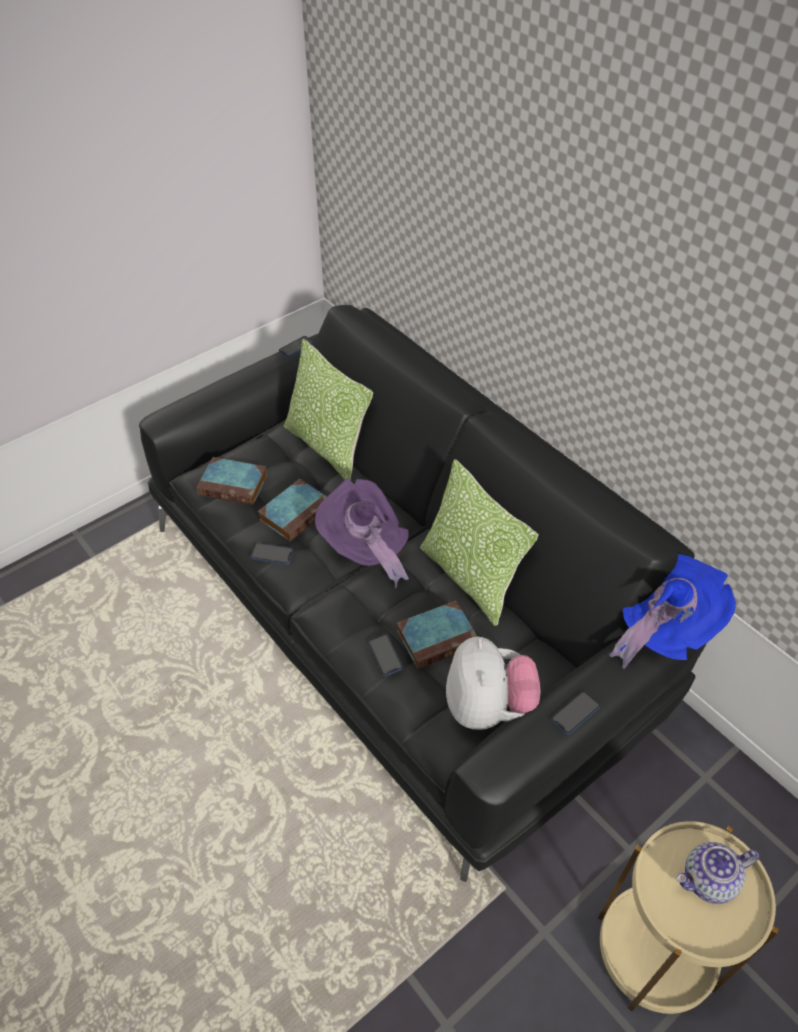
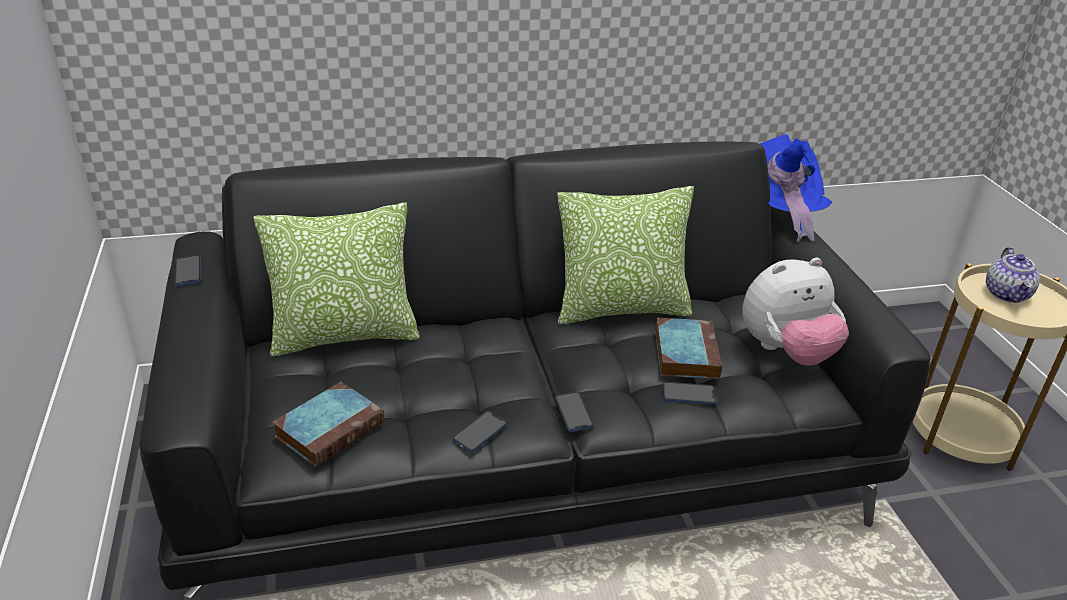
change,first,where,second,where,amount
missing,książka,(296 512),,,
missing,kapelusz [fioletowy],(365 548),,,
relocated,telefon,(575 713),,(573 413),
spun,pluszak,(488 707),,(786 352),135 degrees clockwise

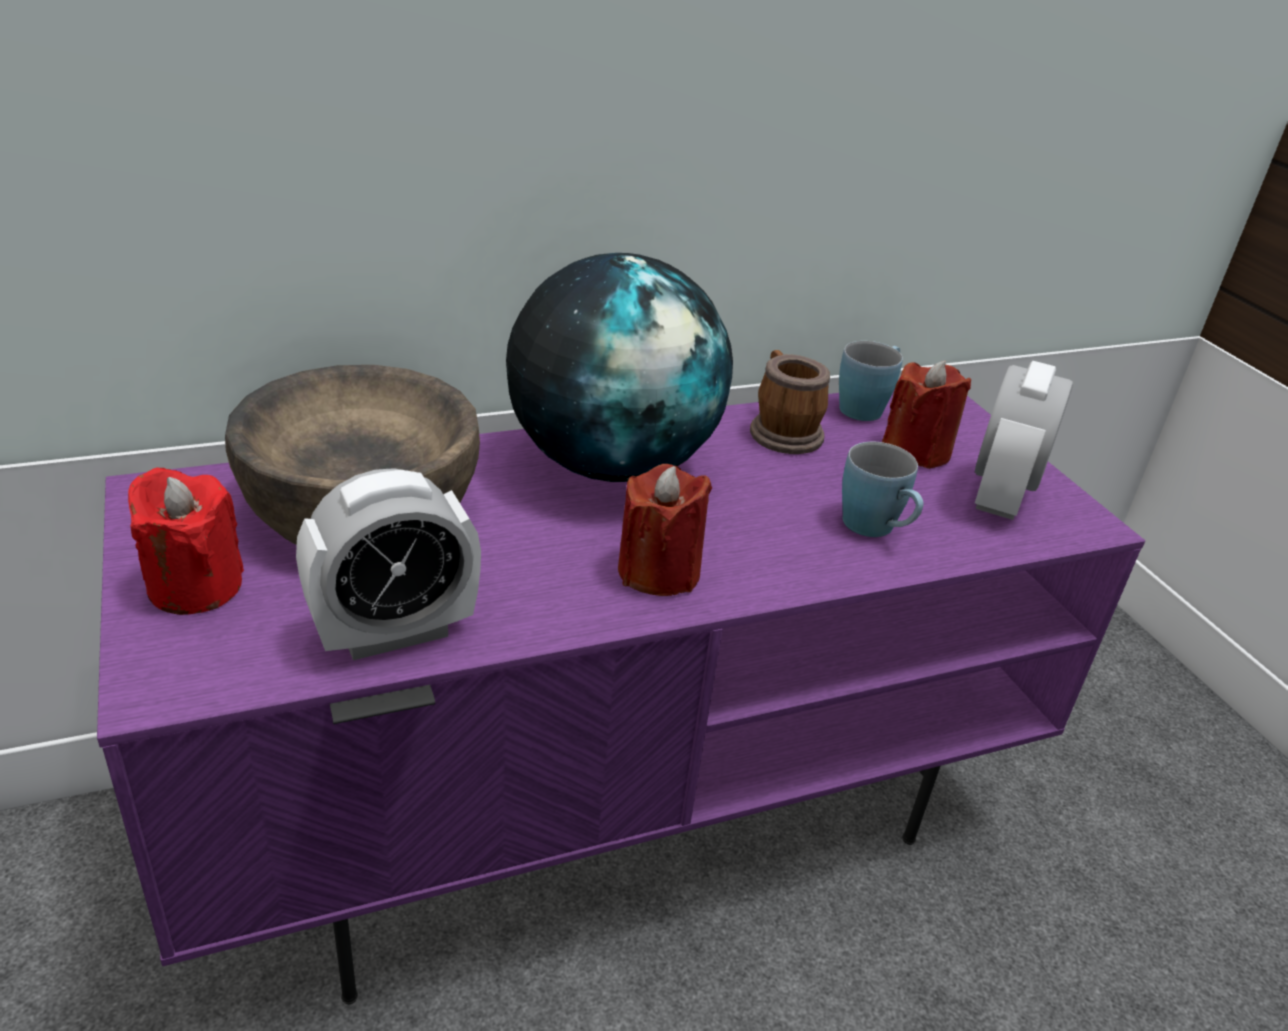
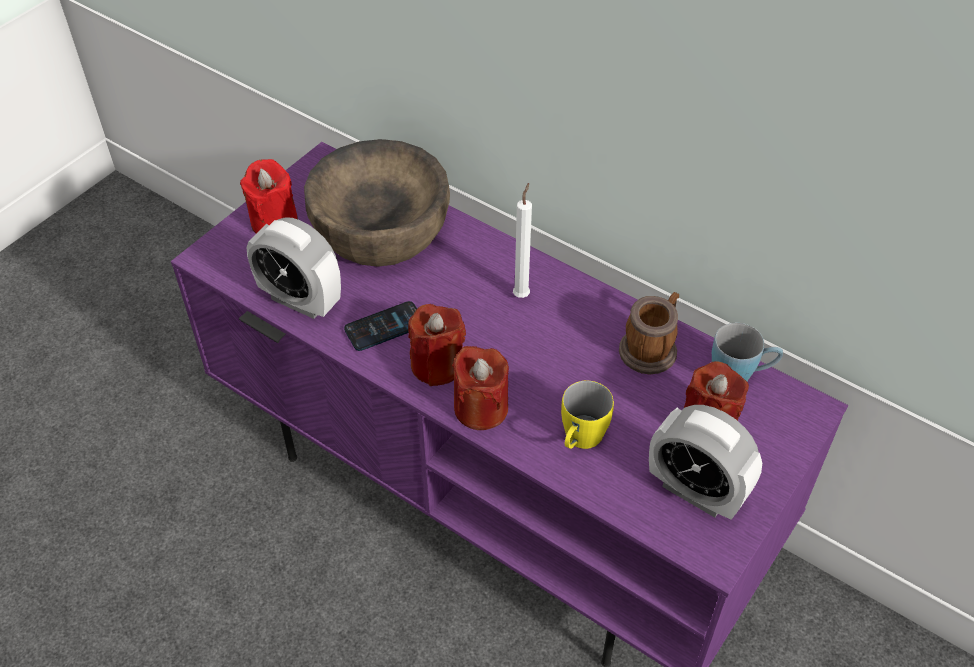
change,first,where,second,where,amount
appeared,,,telefon,(384 327),
appeared,,,świeca [czerwony],(481 408),
exchanged,globus,(612 464),świeca [biały],(522 294),
colour,kubek [niebieski],(876 529),kubek [żółty],(580 441),
spun,budzik,(1001 496),,(696 491),135 degrees counterclockwise

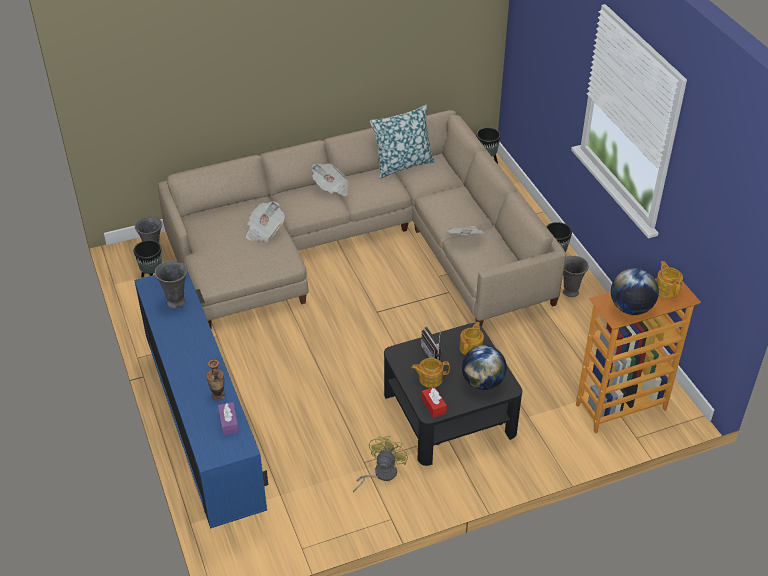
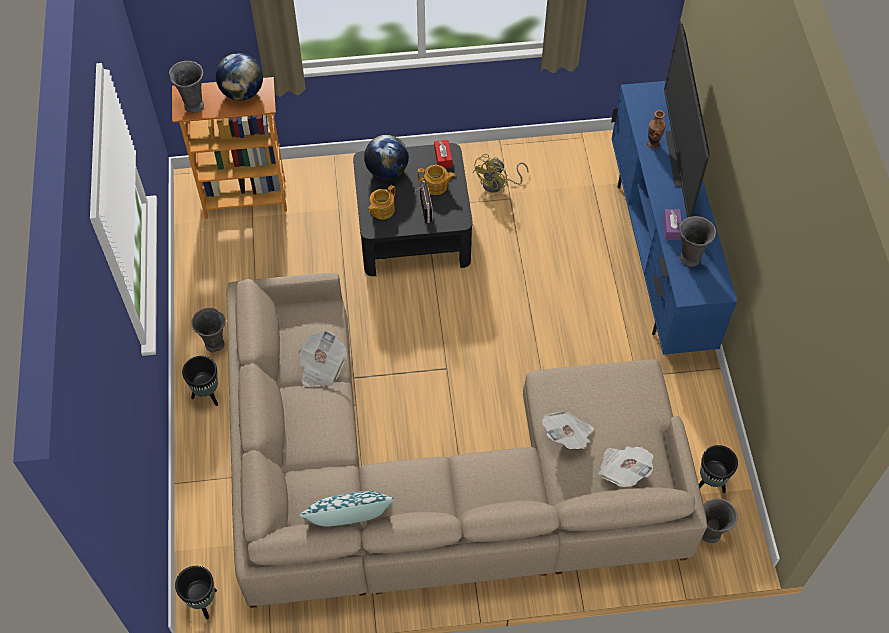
change,first,where,second,where,amount
appeared,,,telewizor,(676 159),
relocated,pudełko chusteczek [fioletowy],(228 422),,(671 228),
relocated,gazeta,(331 187),,(623 470),
exchanged,imbryk,(667 289),wazon [szary],(193 105),

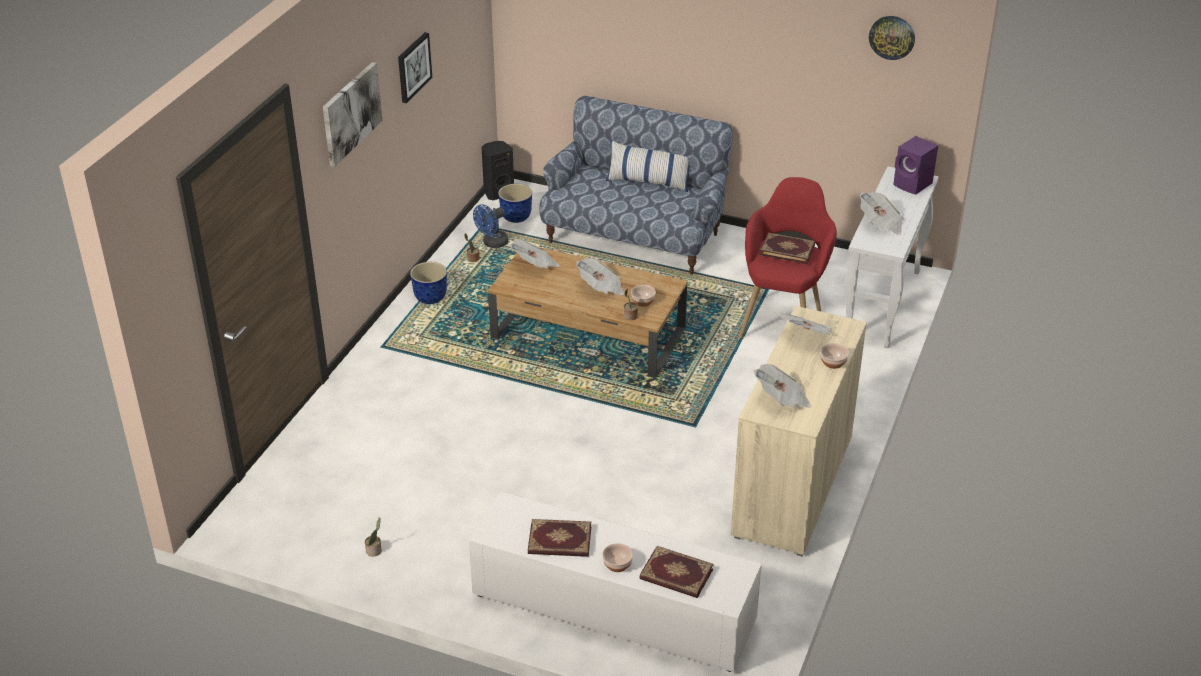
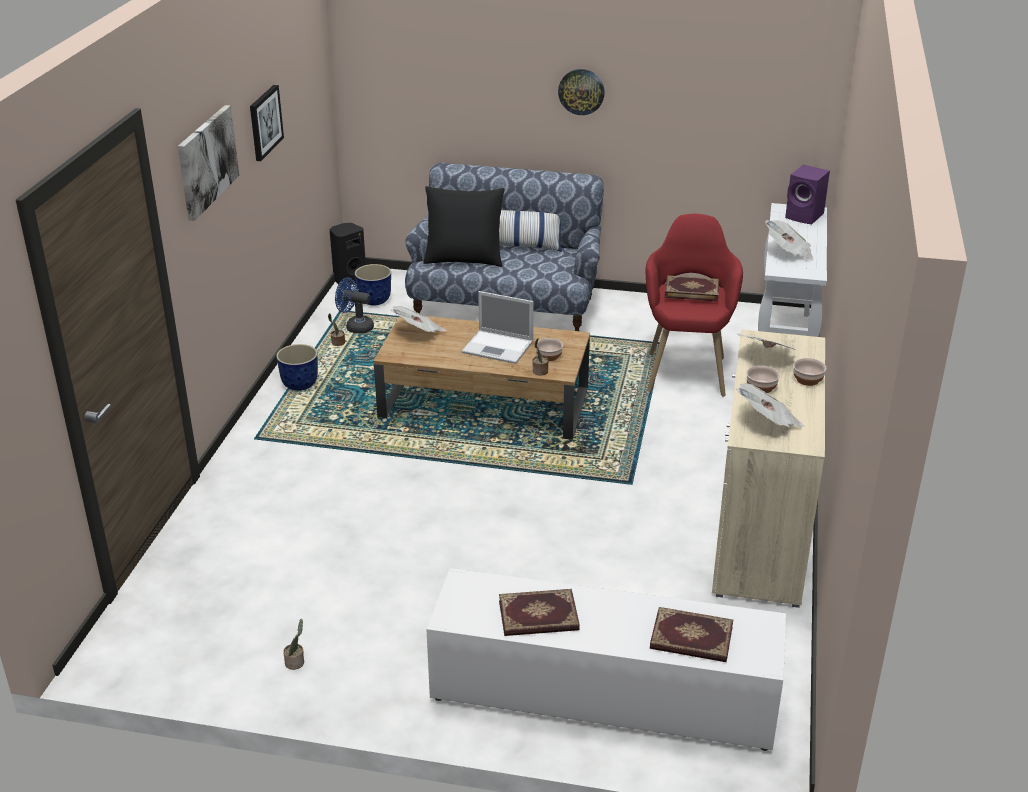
change,first,where,second,where,amount
appeared,,,poduszka [czarny],(464 259),
relocated,miska,(617 565),,(761 387),
relocated,zegar ścienny,(892 37),,(581 91),
exchanged,gazeta,(601 288),laptop,(499 347),
spun,wentylator [niebieski],(492 244),,(355 327),75 degrees clockwise

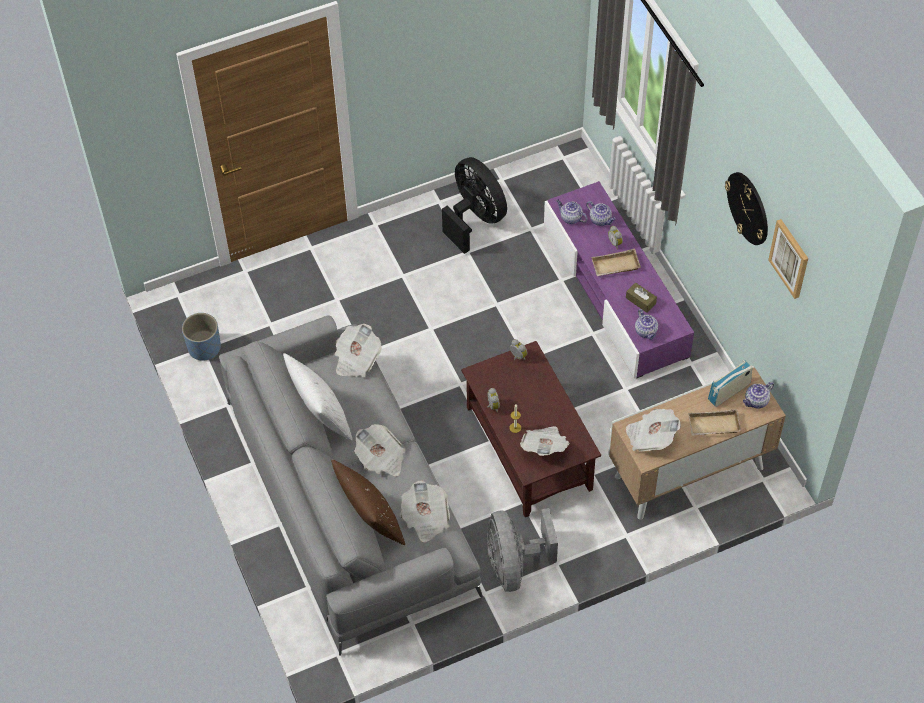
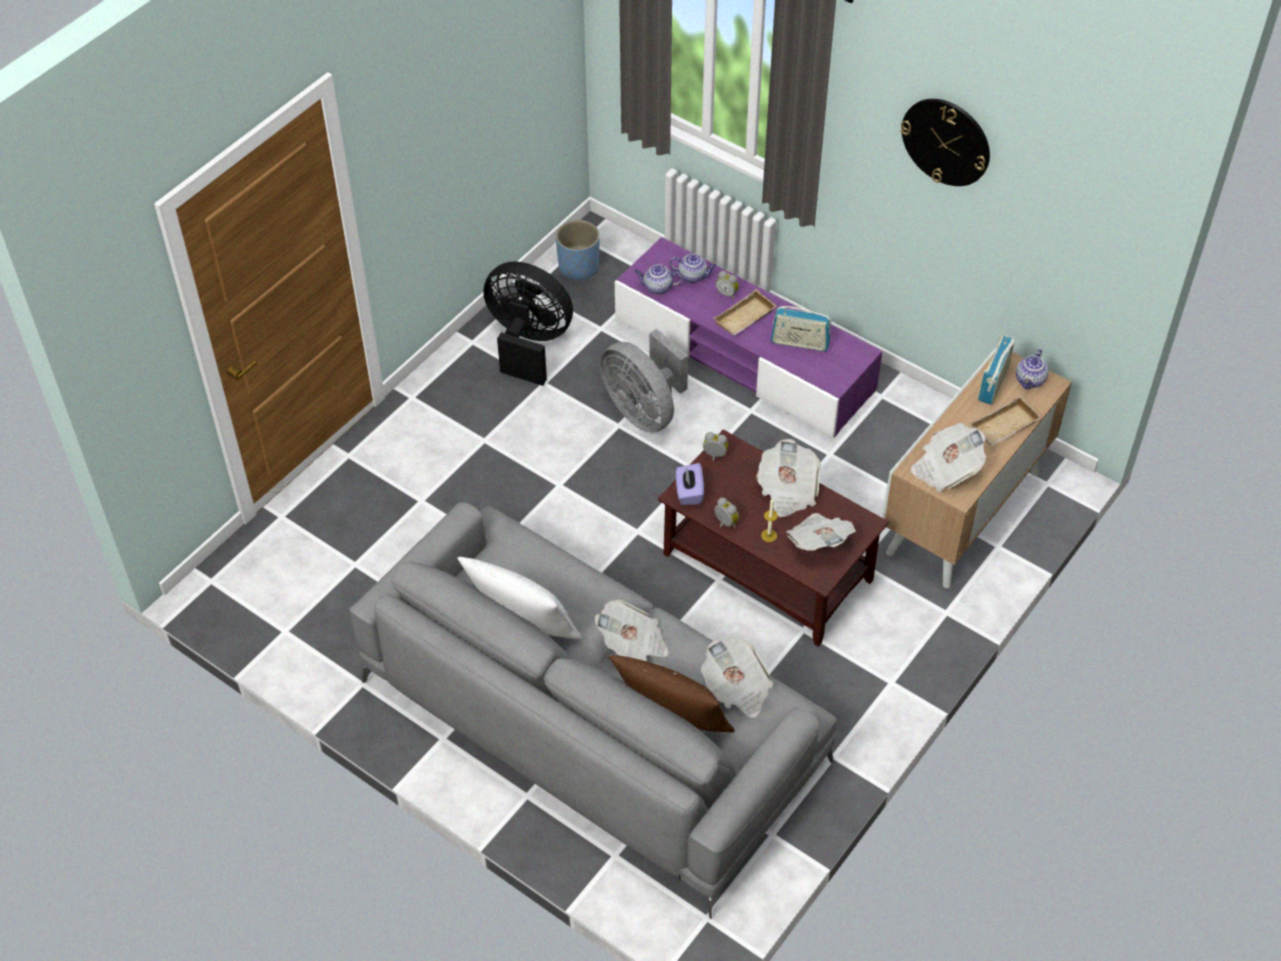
change,first,where,second,where,amount
missing,imbryk,(646 331),,,
missing,obraz,(790 258),,,
appeared,,,pudełko chusteczek [fioletowy],(689 492),
relocated,donica [niebieski],(204 348),,(578 267),
relocated,gazeta,(356 359),,(787 490),
relocated,wentylator [szary],(514 565),,(644 411),
exchanged,pudełko chusteczek [brązowy],(640 301),radio,(800 342),

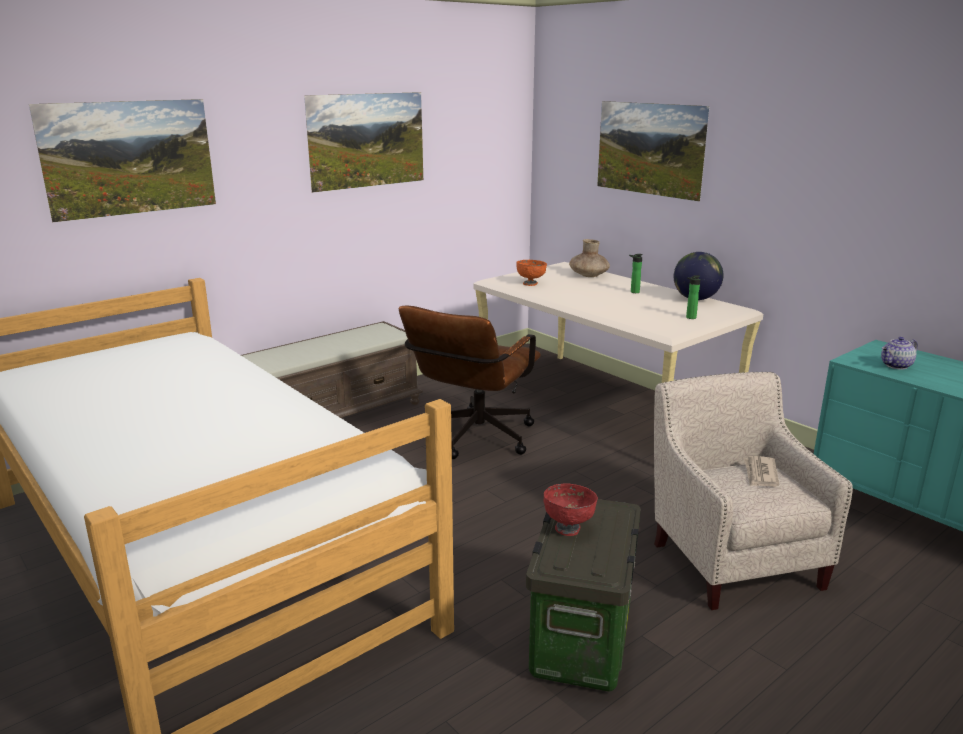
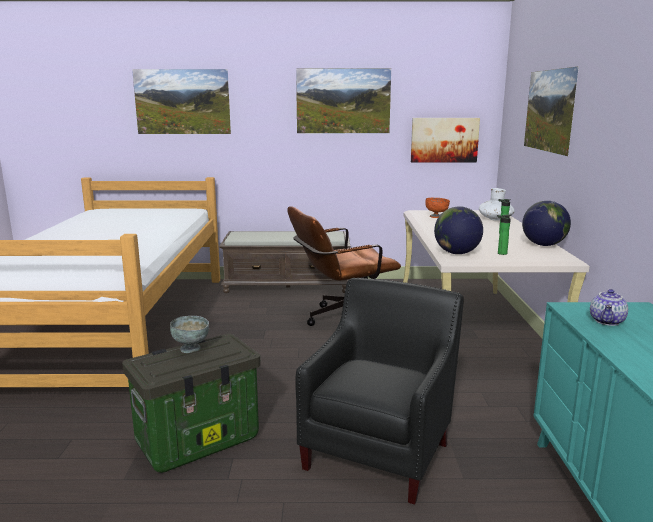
change,first,where,second,where,amount
missing,gazeta,(760 474),,,
appeared,,,obraz,(444 140),
appeared,,,globus,(457 253),
colour,miska [czerwony],(568 528),miska [szary],(191 348),
colour,wazon [brązowy],(589 275),wazon [biały],(495 219),
colour,fotel [beżowy],(733 558),fotel [czarny],(381 450),
spun,imbryk,(896 366),,(607 321),75 degrees counterclockwise

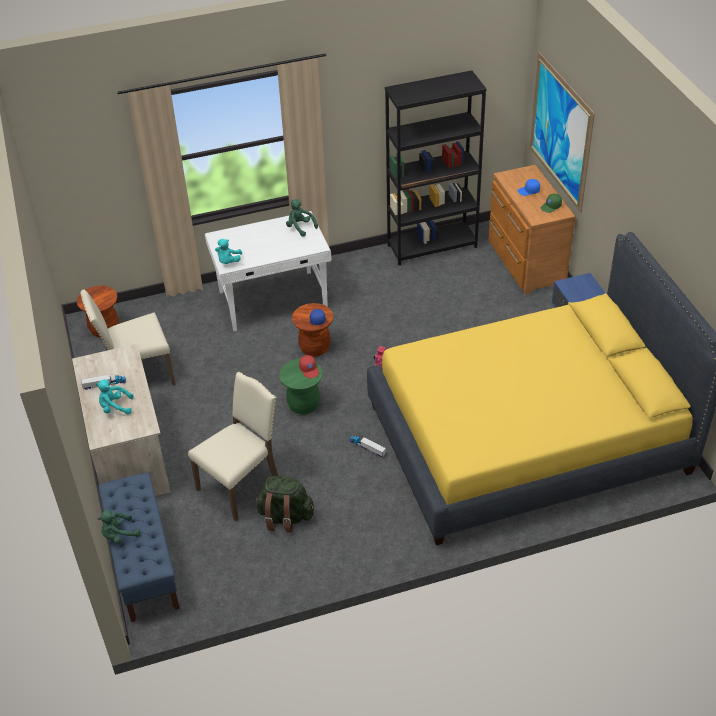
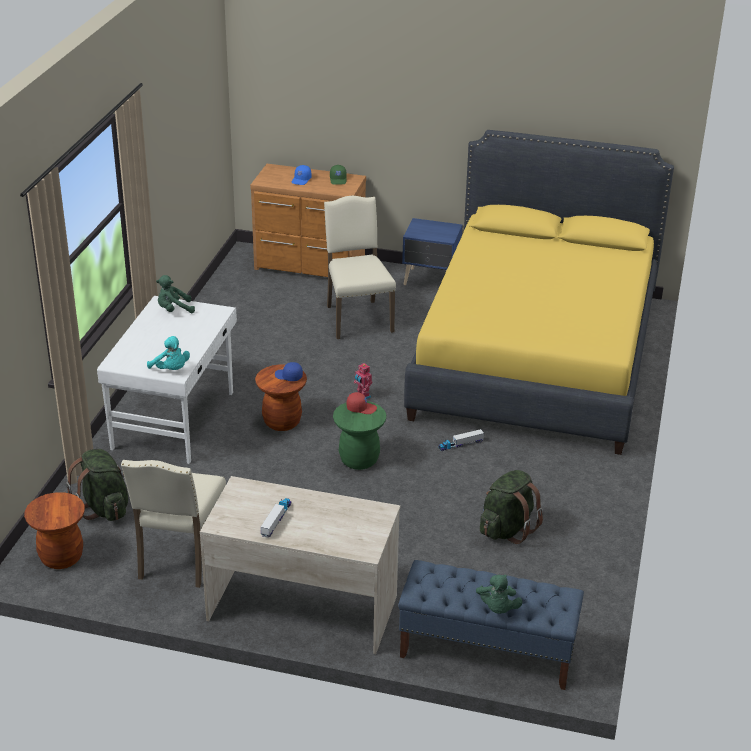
change,first,where,second,where,amount
missing,pluszak [turkusowy],(115 407),,,
missing,regał [czarny],(432 246),,,
missing,obraz,(560 131),,,
appeared,,,plecak [zielony],(104 508),
relocated,krzesło [beżowy],(241 485),,(357 318),

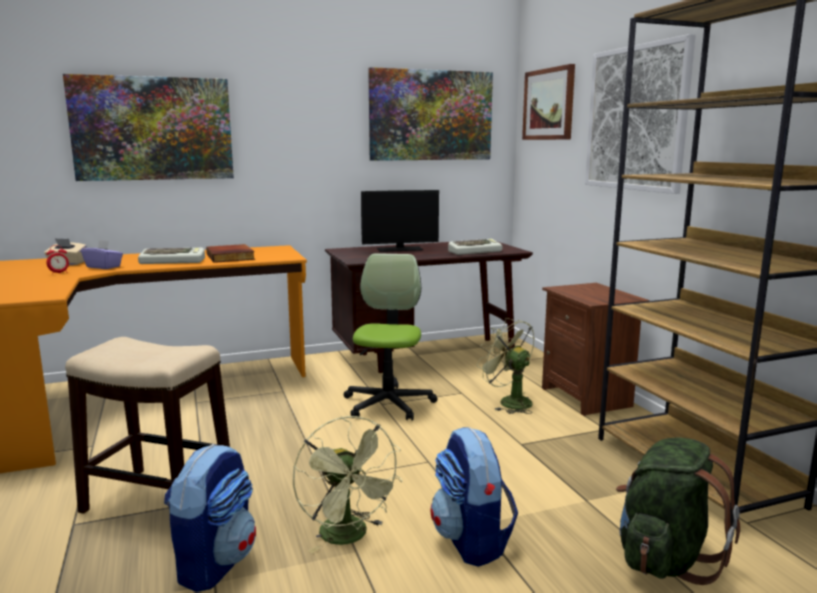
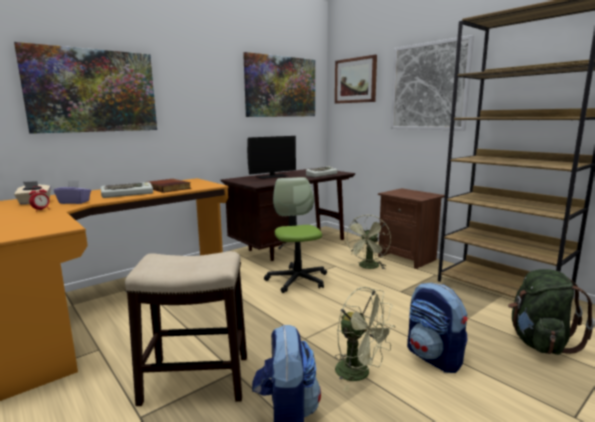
change,first,where,second,where,amount
spun,wentylator [zielony],(509 402),,(368 267),90 degrees counterclockwise

